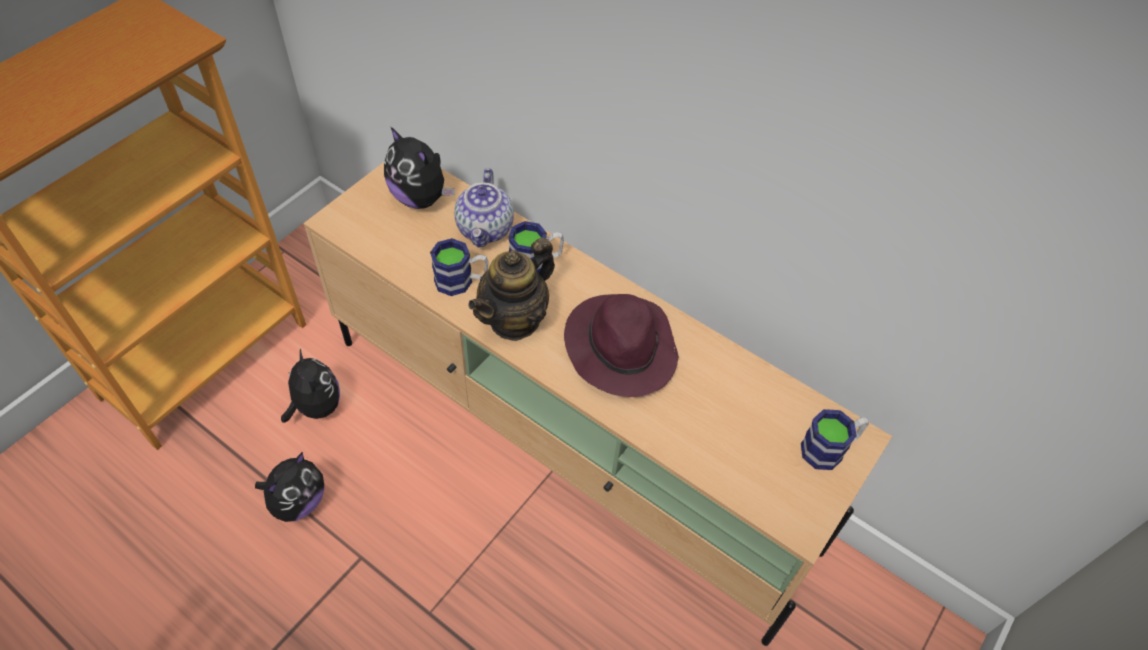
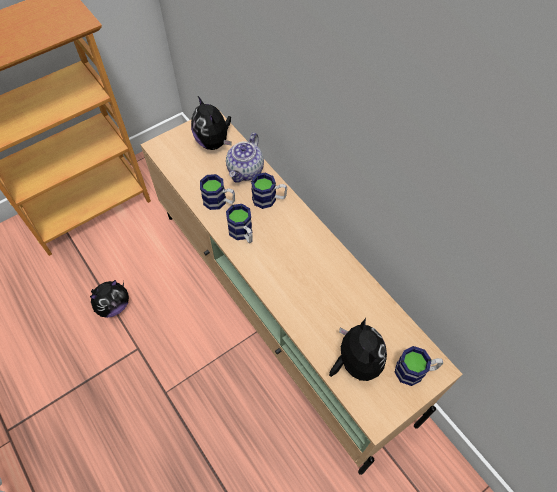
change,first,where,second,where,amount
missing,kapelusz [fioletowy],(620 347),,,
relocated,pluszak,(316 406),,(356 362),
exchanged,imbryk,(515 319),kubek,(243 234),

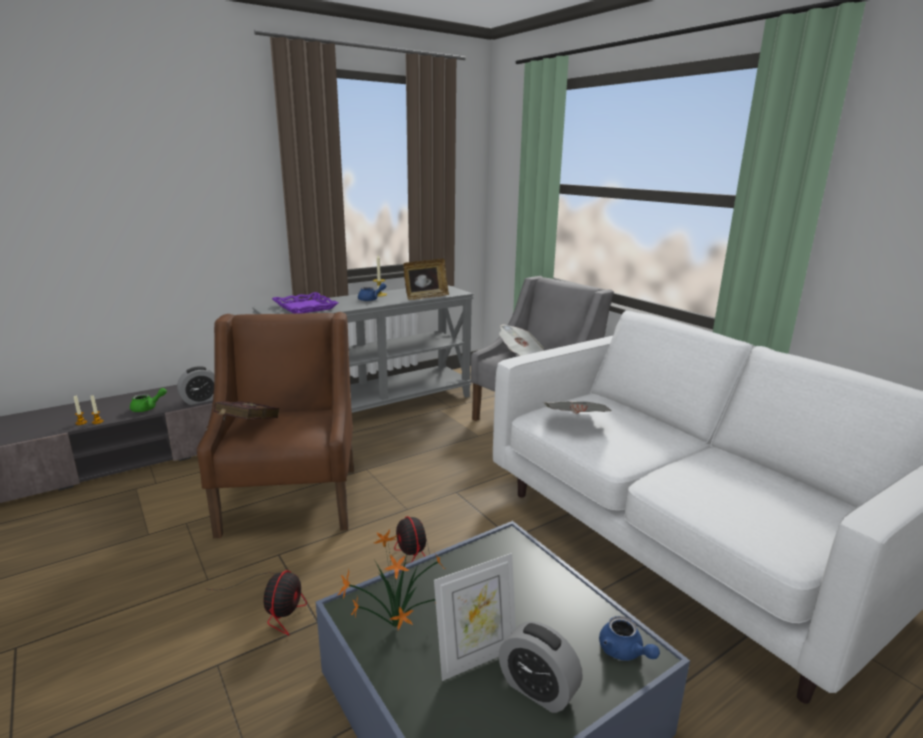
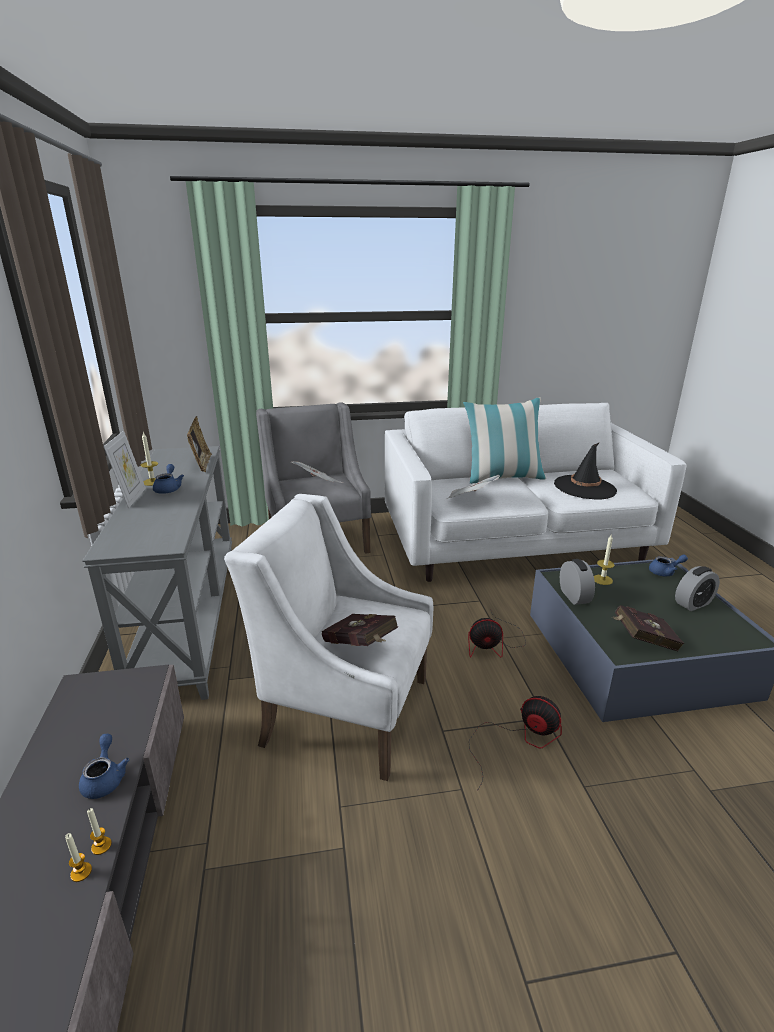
change,first,where,second,where,amount
missing,taca [fioletowy],(305 307),,,
appeared,,,poduszka,(502 478),
appeared,,,kapelusz [czarny],(585 488),
appeared,,,świeca,(602 580),
relocated,budzik,(201 400),,(574 596),
relocated,ramka na zdjęcie,(476 657),,(132 498),
exchanged,roślina doniczkowa,(392 627),książka [czerwony],(642 640),
colour,imbryk [zielony],(147 408),imbryk [niebieski],(105 778),
colour,fotel [brązowy],(291 499),fotel [biały],(345 709),

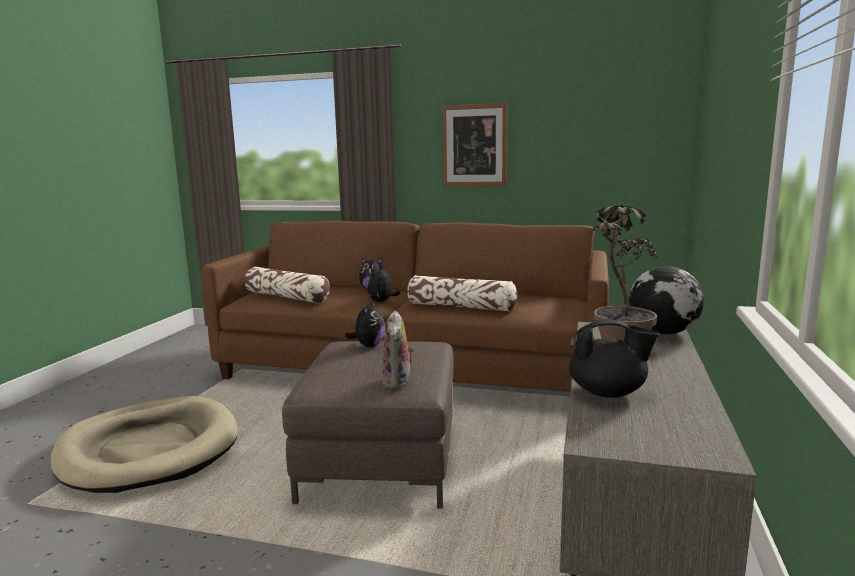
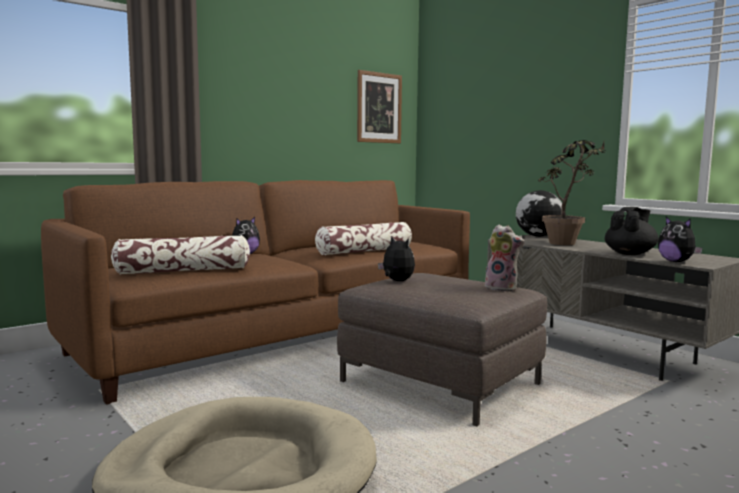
change,first,where,second,where,amount
relocated,pluszak,(382 301),,(676 262),
relocated,obraz,(474 145),,(379 108),

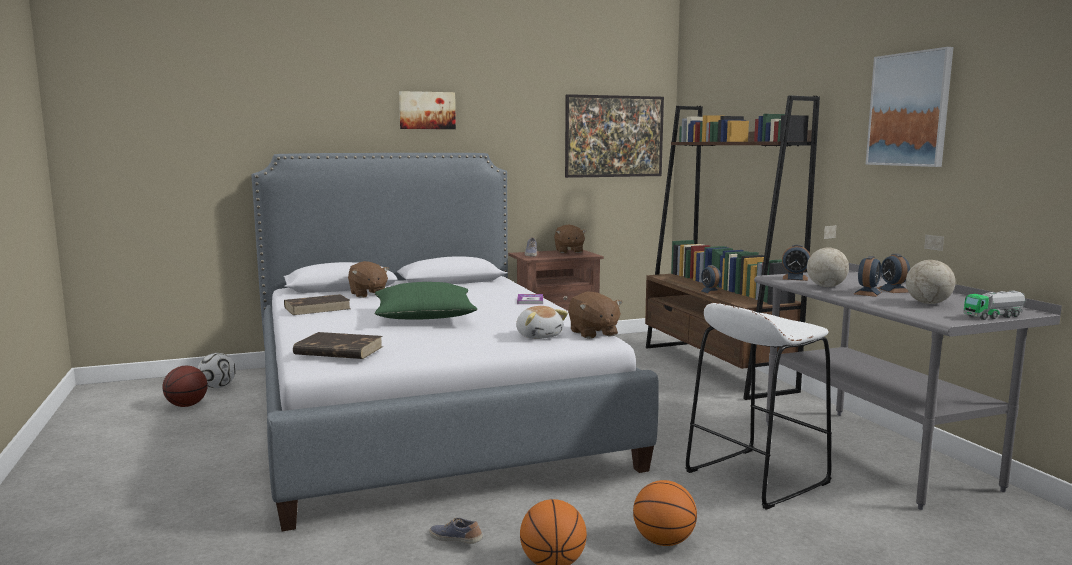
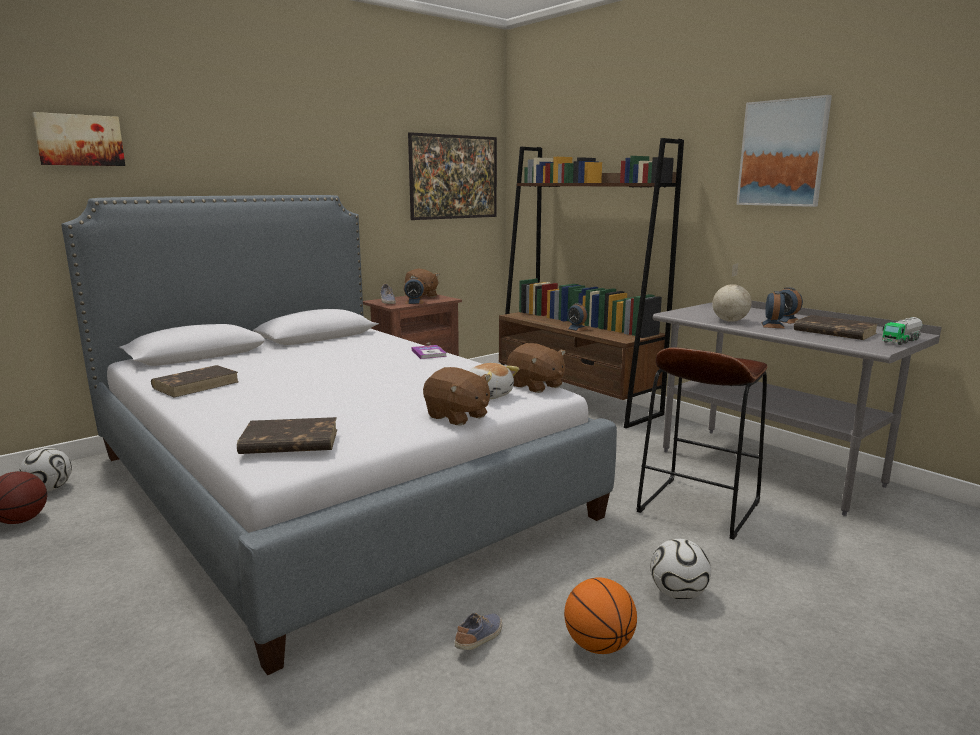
change,first,where,second,where,amount
missing,poduszka [zielony],(424 317),,,
relocated,pluszak [brązowy],(367 294),,(457 416),
relocated,obraz,(427 110),,(79 140),
relocated,budzik,(795 278),,(414 302),
exchanged,piłka do koszykówki,(663 541),piłka futbolowa,(677 594),
exchanged,globus,(928 303),książka [brązowy],(833 332),
colour,stołek [biały],(756 477),stołek [brązowy],(698 507),
spun,but,(456 540),,(480 639),105 degrees clockwise

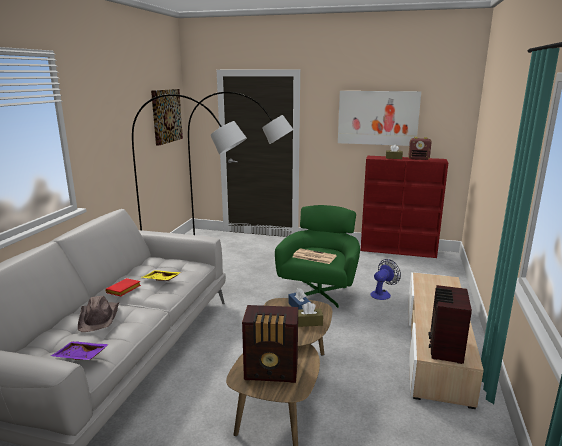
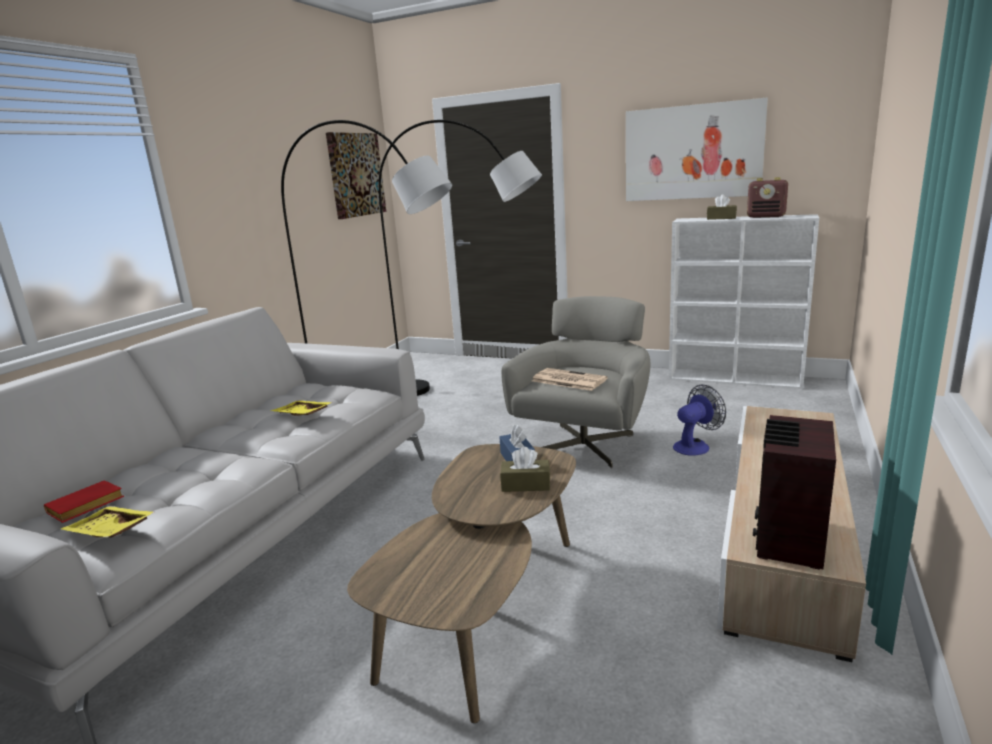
change,first,where,second,where,amount
missing,kapelusz [brązowy],(99 317),,,
missing,radio,(272 372),,,
relocated,książka [czerwony],(123 290),,(85 508),
colour,taca [fioletowy],(80 357),taca [żółty],(109 532),
colour,fotel [zielony],(320 292),fotel [szary],(585 443),
colour,regał [czerwony],(398 251),regał [biały],(735 378),

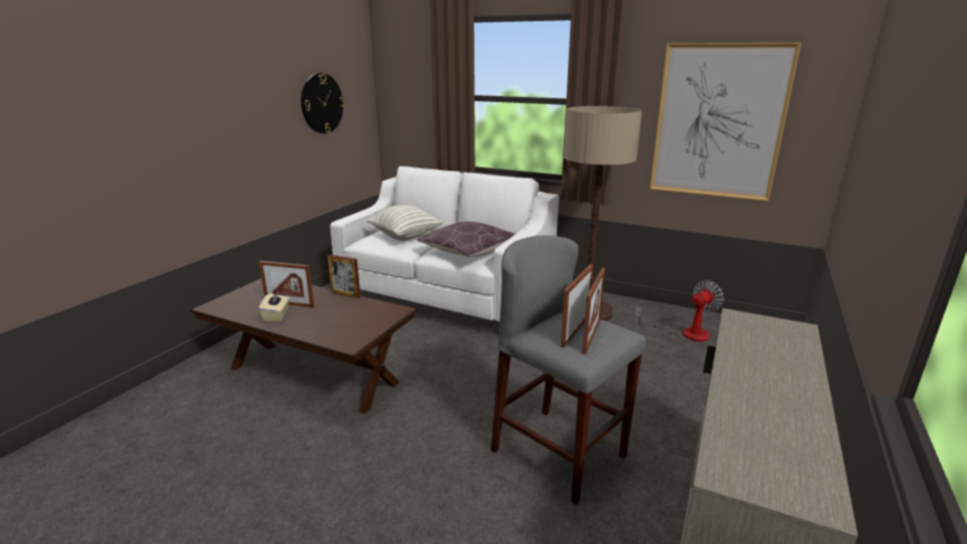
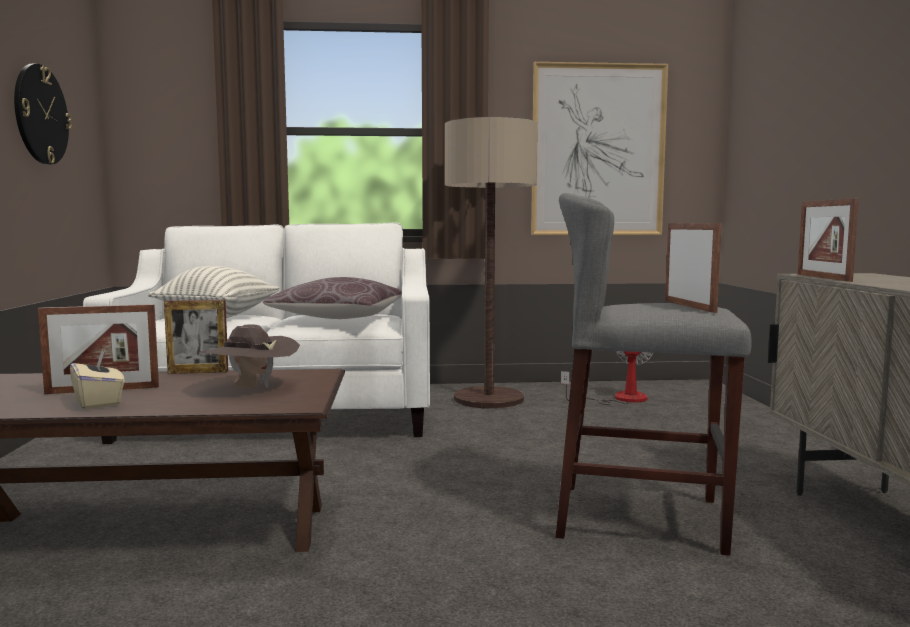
change,first,where,second,where,amount
appeared,,,kapelusz [brązowy],(250 388),
relocated,ramka na zdjęcie,(575 331),,(823 277),

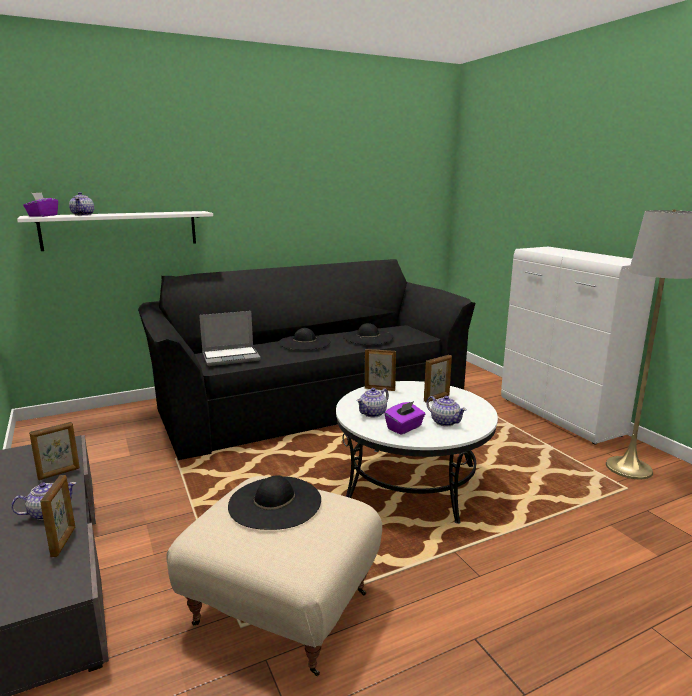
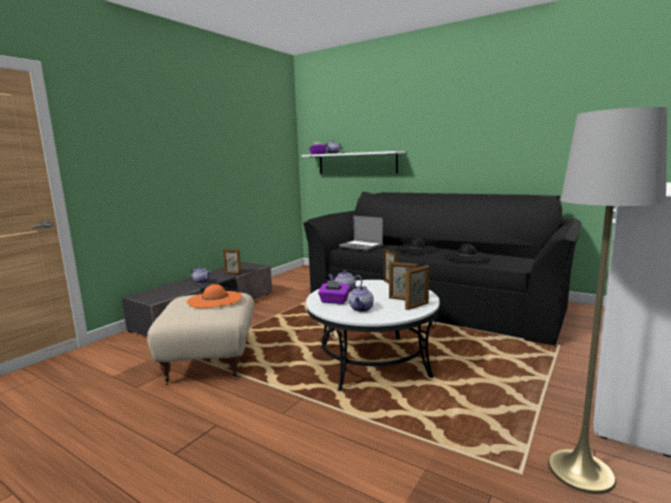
change,first,where,second,where,amount
relocated,ramka na zdjęcie,(64 541),,(417 306),
colour,kapelusz [czarny],(275 502),kapelusz [pomarańczowy],(214 299),

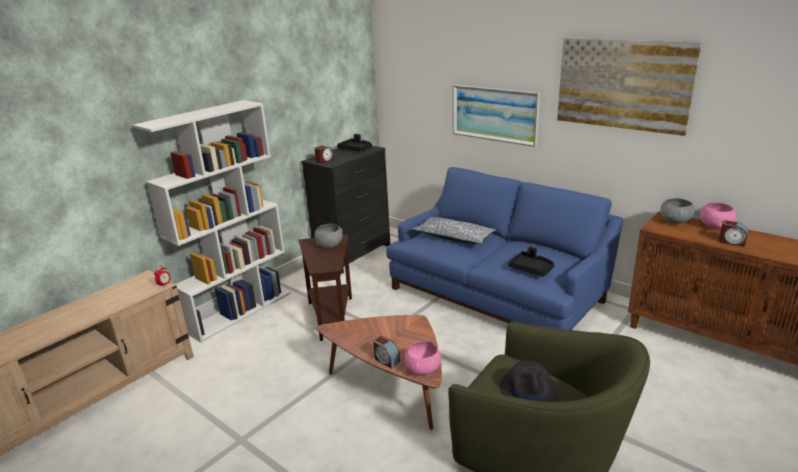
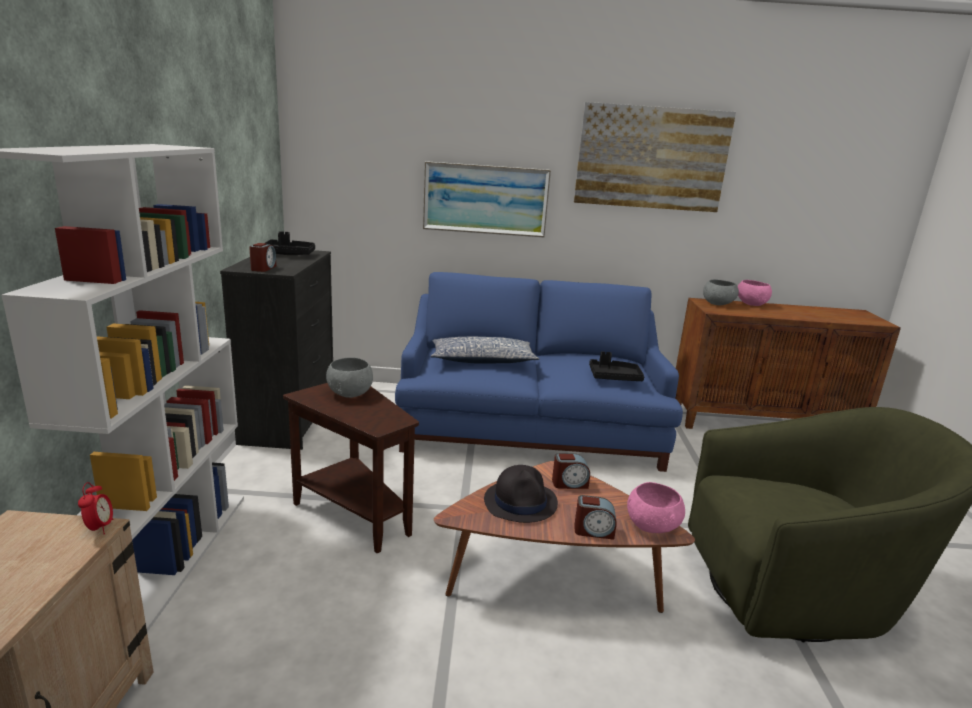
change,first,where,second,where,amount
relocated,kapelusz [czarny],(529 389),,(521 502),
relocated,budzik,(731 242),,(569 483),

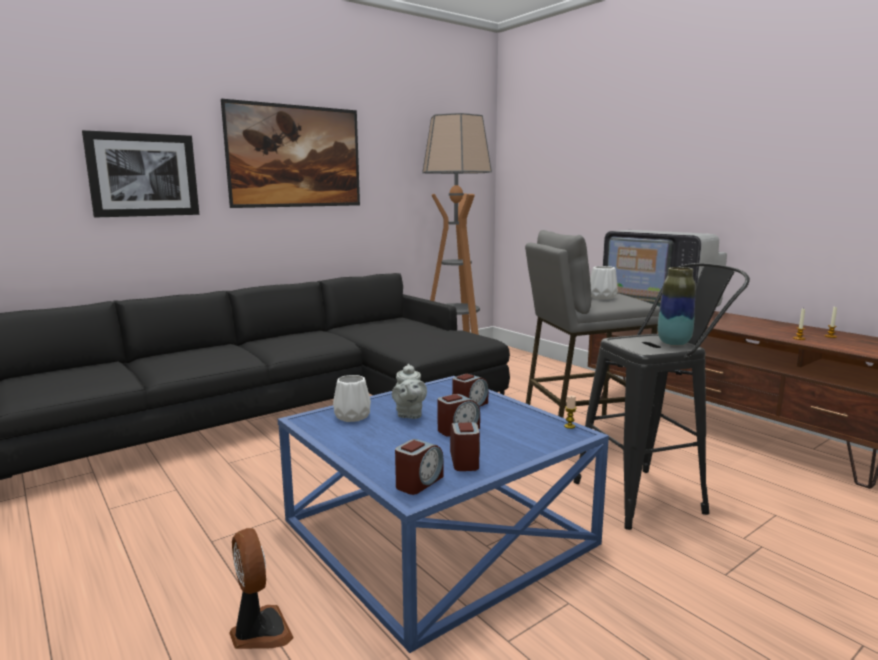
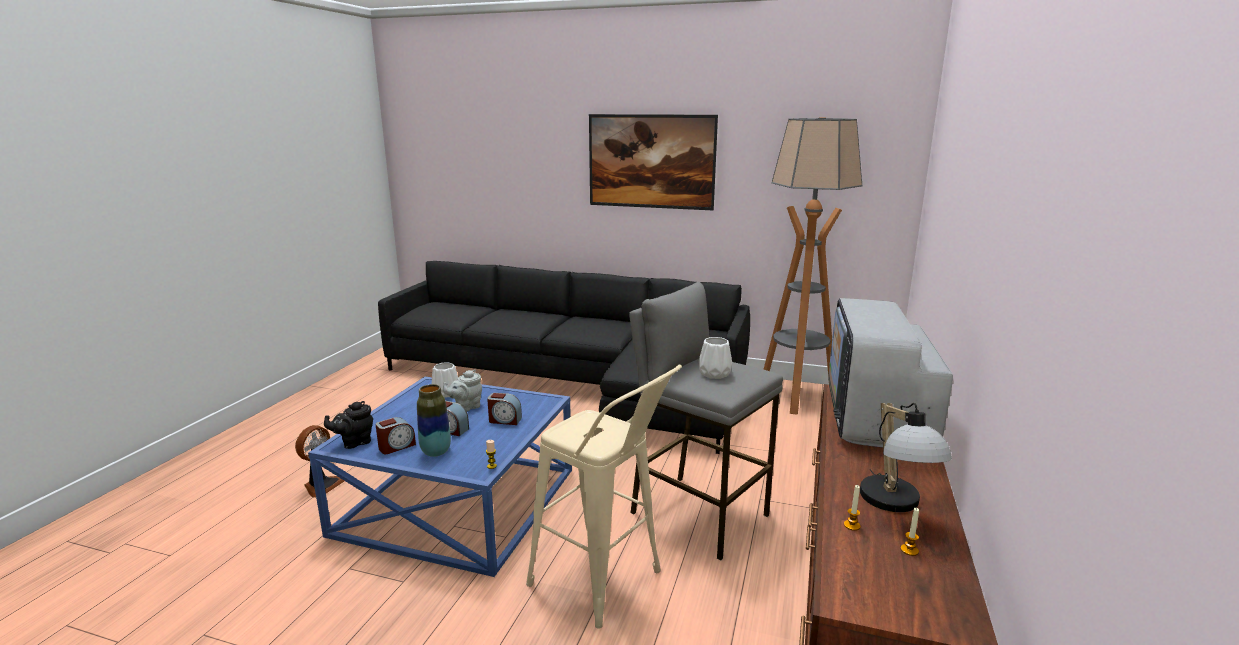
change,first,where,second,where,amount
missing,obraz,(143 175),,,
appeared,,,lampa stołowa,(896 505),
relocated,wazon,(674 343),,(436 452),
exchanged,budzik,(419 482),imbryk [czarny],(354 442),
colour,stołek [czarny],(650 496),stołek [beżowy],(605 585),

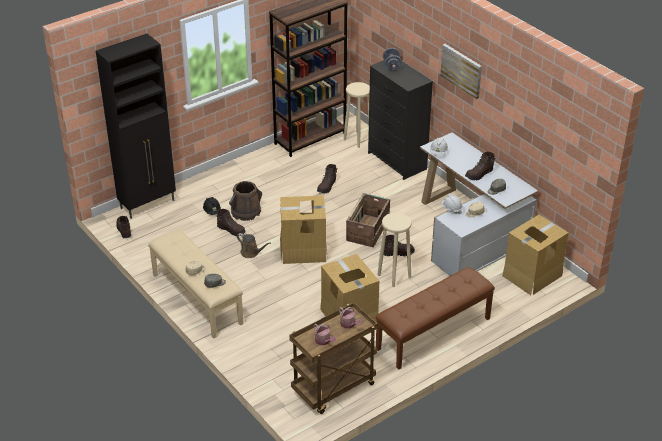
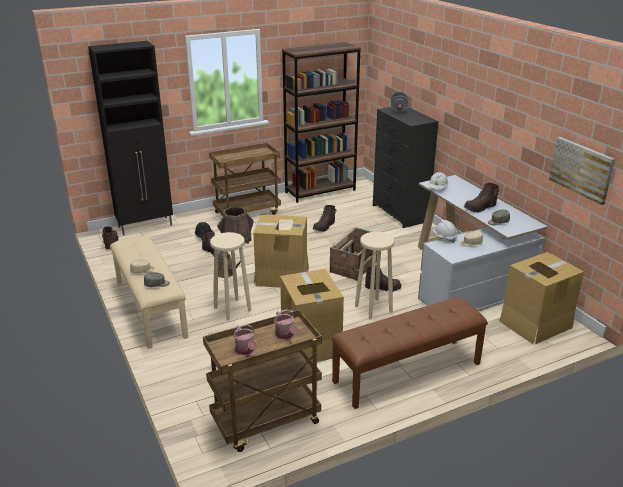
change,first,where,second,where,amount
appeared,,,wózek [brązowy],(247 212),
relocated,stołek [beżowy],(357 139),,(232 309),
relocated,obraz,(461 70),,(581 169),

